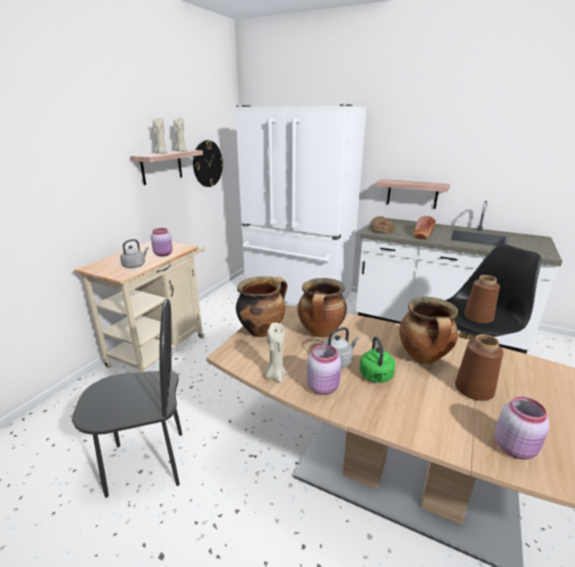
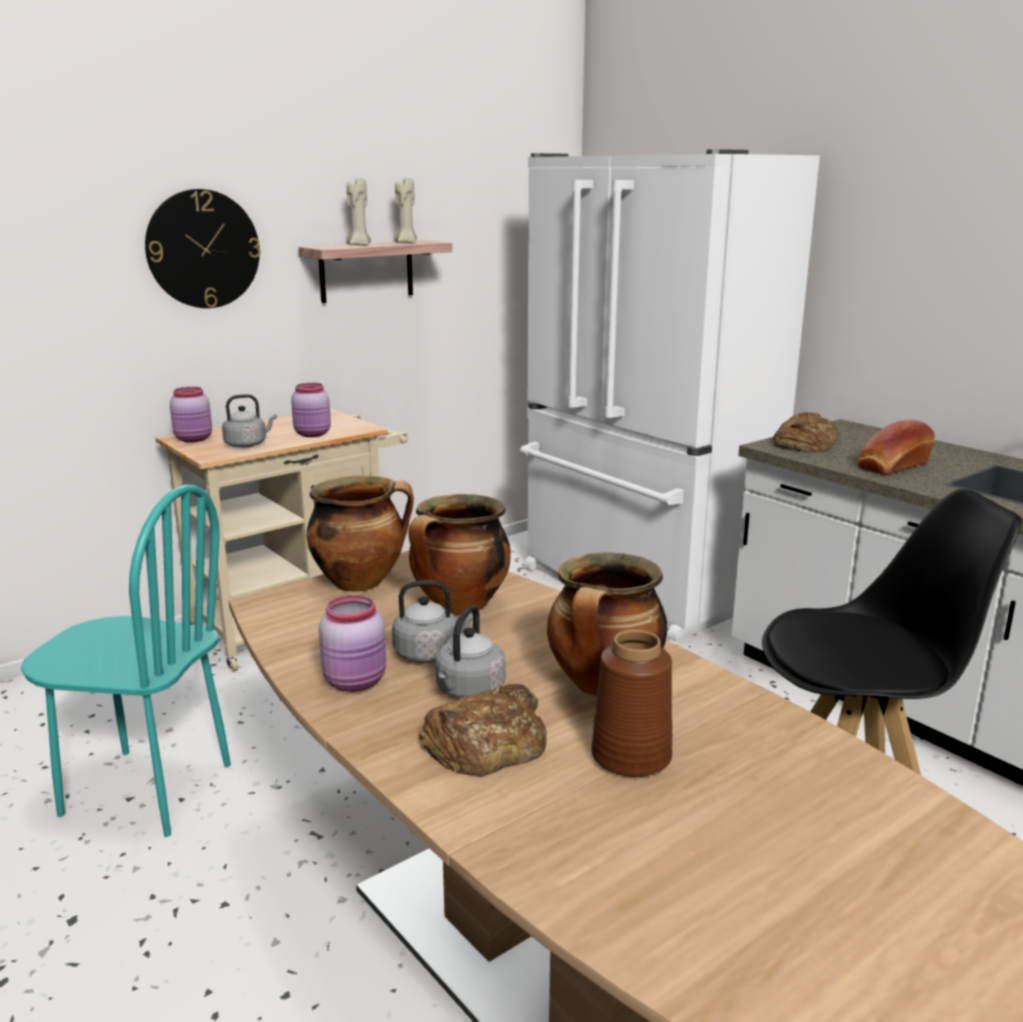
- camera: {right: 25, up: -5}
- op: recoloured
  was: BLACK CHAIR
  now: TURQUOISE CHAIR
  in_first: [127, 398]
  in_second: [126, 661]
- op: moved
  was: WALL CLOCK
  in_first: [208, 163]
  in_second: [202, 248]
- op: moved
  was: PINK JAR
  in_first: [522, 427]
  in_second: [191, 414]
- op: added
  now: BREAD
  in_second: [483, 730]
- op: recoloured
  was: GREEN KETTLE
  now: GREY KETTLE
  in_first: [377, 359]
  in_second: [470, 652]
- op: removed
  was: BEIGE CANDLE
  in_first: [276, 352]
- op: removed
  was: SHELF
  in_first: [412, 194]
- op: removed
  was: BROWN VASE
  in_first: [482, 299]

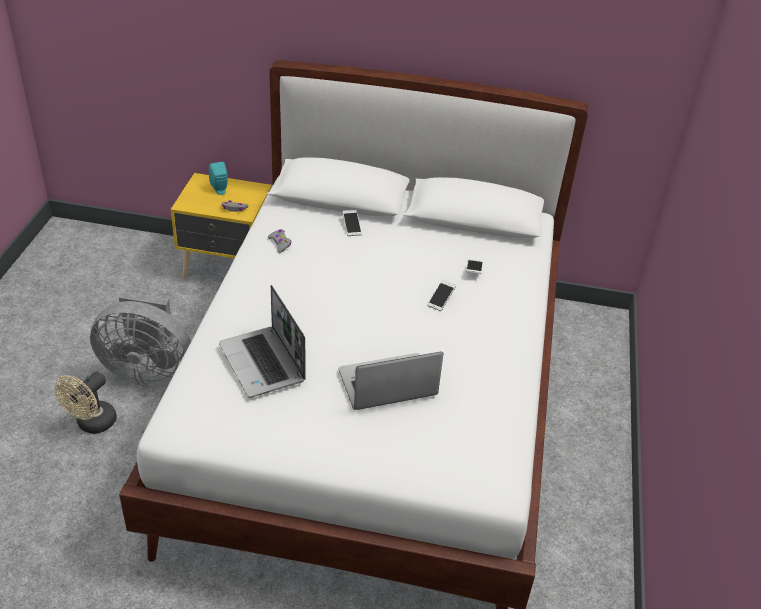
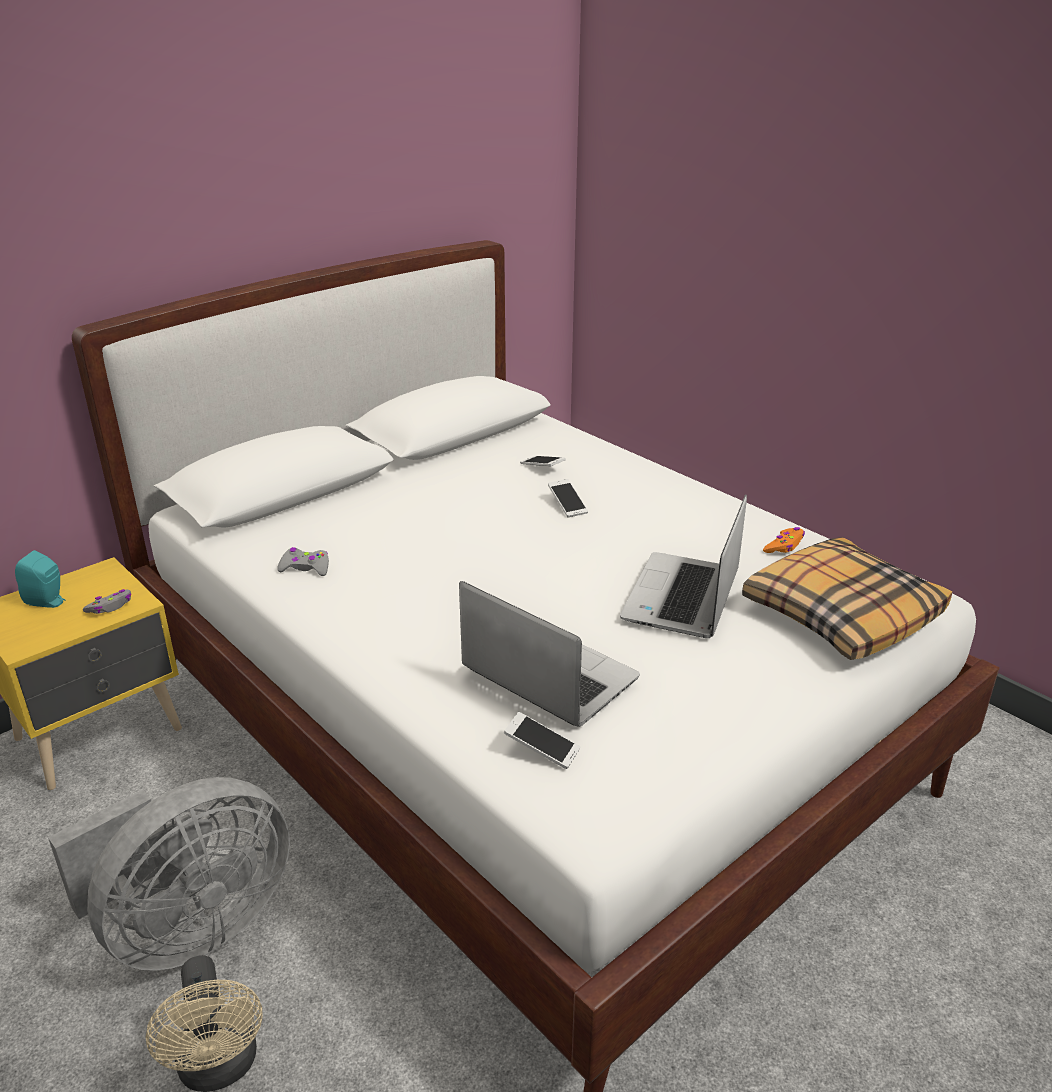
- camera: {right: -50, up: -10}
- op: turned
  was: LAPTOP
  in_first: [262, 341]
  in_second: [549, 654]
  clockwise: -150
- op: moved
  was: PHONE
  in_first: [352, 223]
  in_second: [542, 740]
- op: added
  now: PILLOW
  in_second: [847, 598]
- op: added
  now: ORANGE GAME CONTROLLER
  in_second: [784, 540]

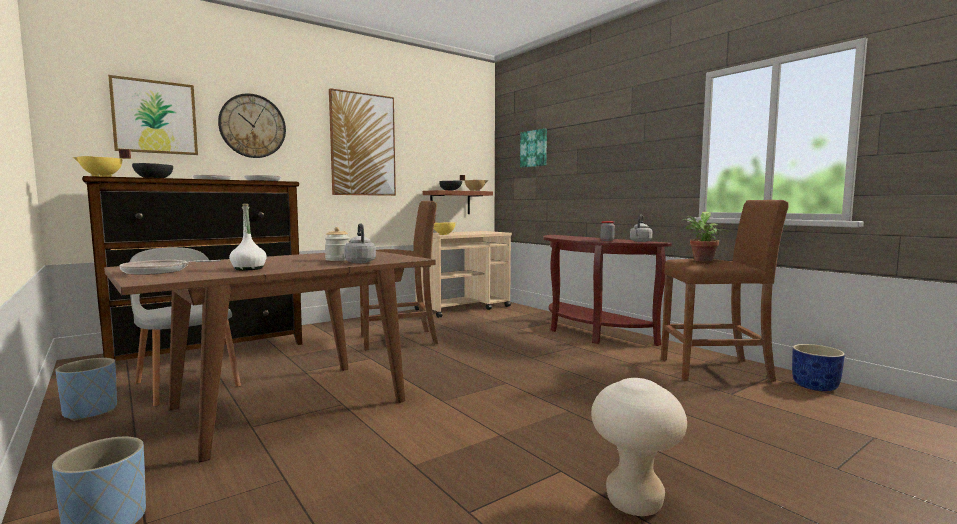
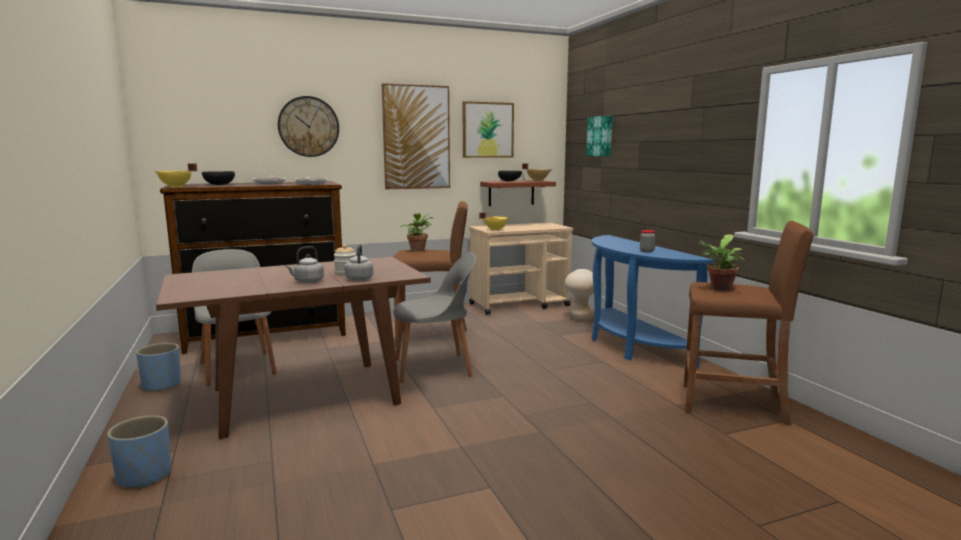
- camera: {right: 15, up: 5}
- op: moved
  was: GREY KETTLE
  in_first: [641, 228]
  in_second: [304, 264]
- op: added
  now: GREY CHAIR
  in_second: [434, 318]
- op: added
  now: POTTED PLANT
  in_second: [416, 232]
- op: moved
  was: PICTURE
  in_first: [153, 115]
  in_second: [488, 129]
- op: moved
  was: BEIGE STOOL
  in_first: [639, 447]
  in_second: [579, 294]
- op: recoloured
  was: BROWN CONSOLE TABLE
  now: BLUE CONSOLE TABLE
  in_first: [607, 290]
  in_second: [652, 302]
- op: removed
  was: FRYING PAN
  in_first: [170, 267]
- op: removed
  was: WHITE BOTTLE
  in_first: [248, 237]
- op: removed
  was: BLUE PLANTER
  in_first: [818, 367]

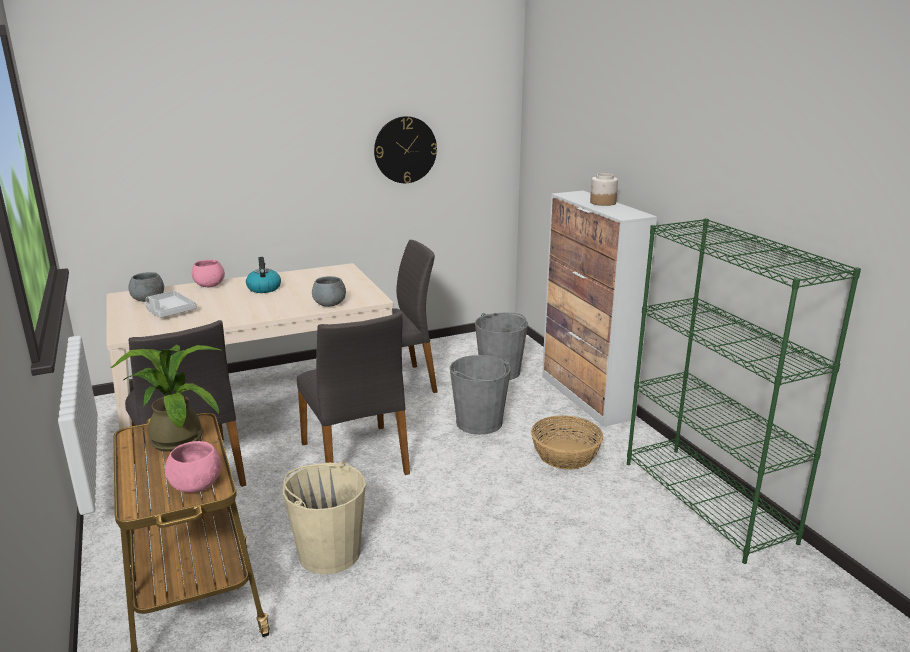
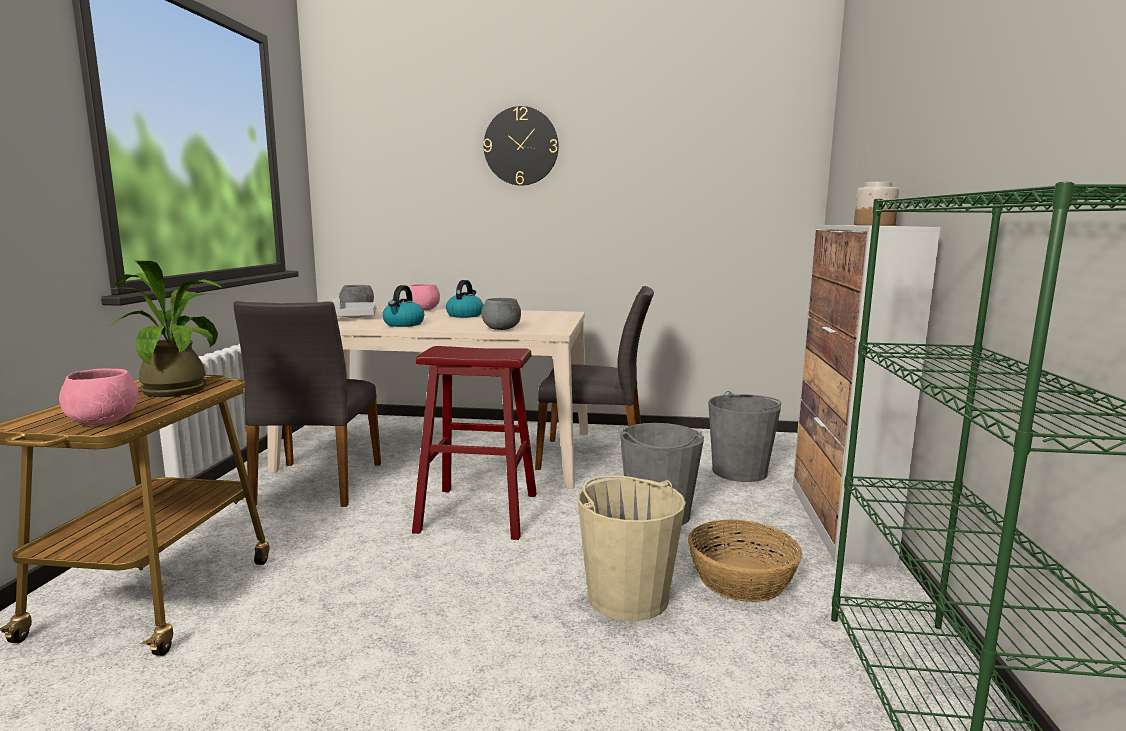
- camera: {right: 30, up: -10}
- op: added
  now: KETTLE
  in_second: [403, 306]
- op: replaced
  was: GREY CHAIR
  now: RED STOOL
  in_first: [353, 393]
  in_second: [474, 443]
- op: moved
  was: WALL CLOCK
  in_first: [405, 149]
  in_second: [521, 146]
- op: moved
  was: BEIGE BUCKET
  in_first: [324, 517]
  in_second: [632, 548]

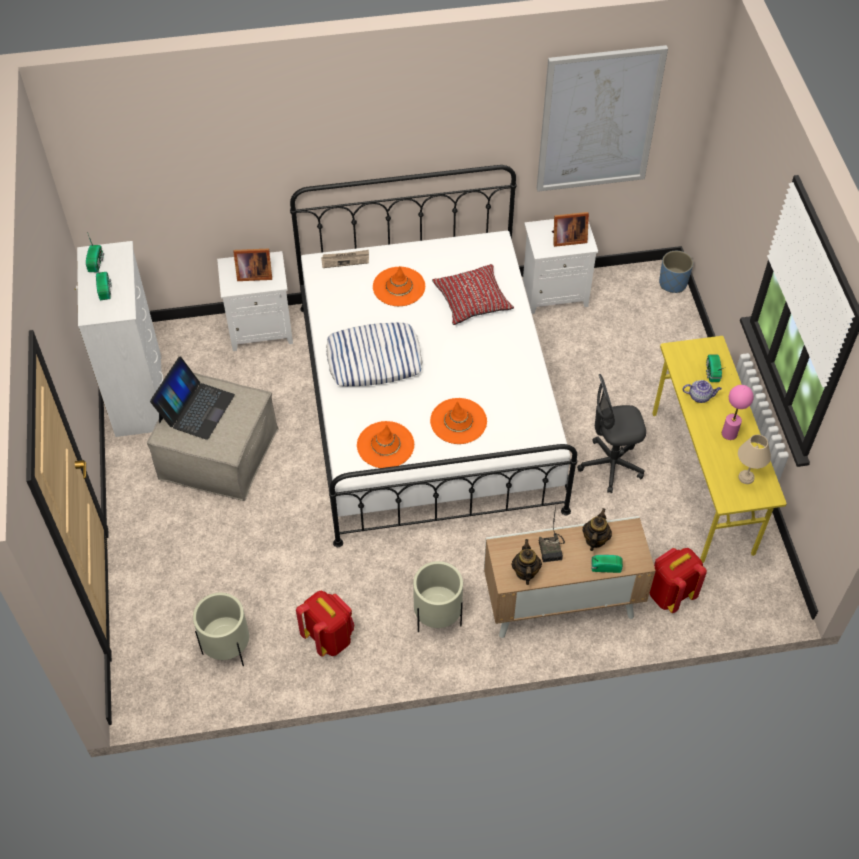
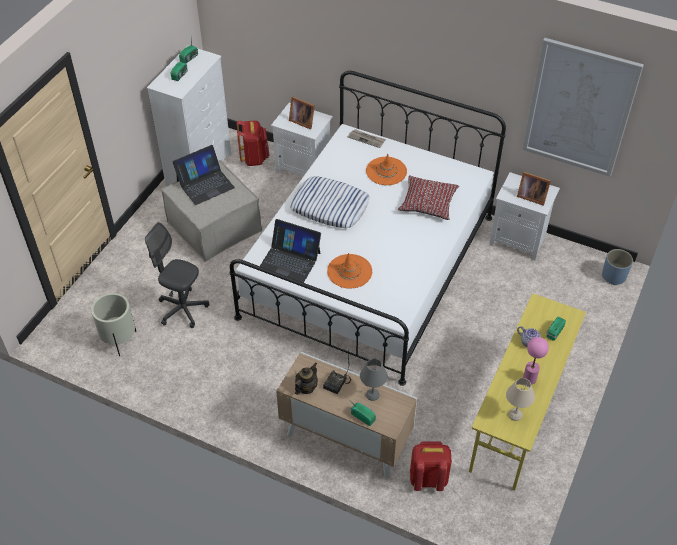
- camera: {right: 35, up: -5}
- op: moved
  was: GREY OFFICE CHAIR
  in_first: [611, 433]
  in_second: [177, 275]
- op: moved
  was: RED BACKPACK
  in_first: [325, 624]
  in_second: [253, 143]
- op: replaced
  was: ORANGE HAT
  now: LAPTOP
  in_first: [385, 444]
  in_second: [290, 251]
- op: replaced
  was: TEAPOT
  now: GREY TABLE LAMP
  in_first: [597, 529]
  in_second: [374, 379]
- op: removed
  was: BEIGE PLANTER
  in_first: [438, 596]

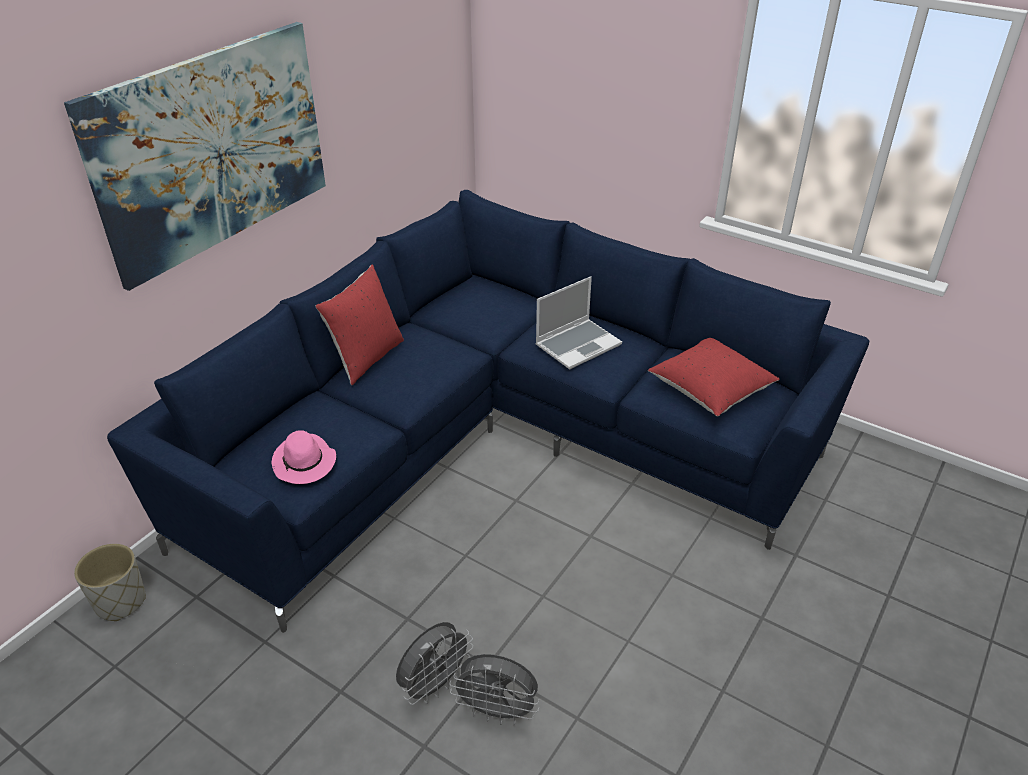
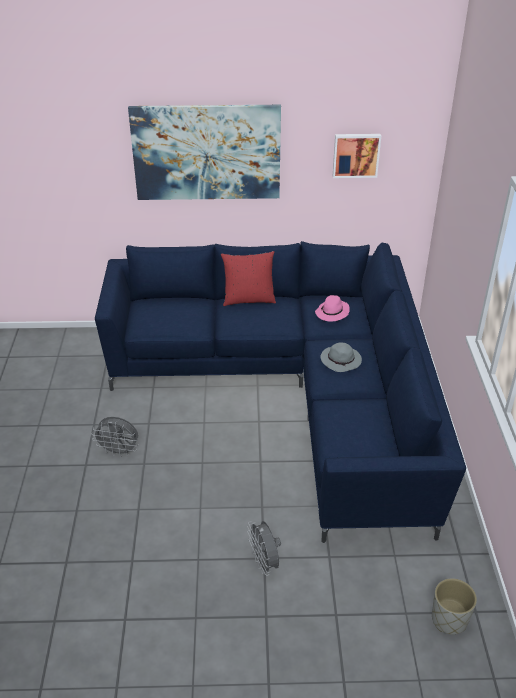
- camera: {right: 55, up: 0}
- op: moved
  was: GREY FAN
  in_first: [494, 689]
  in_second: [264, 548]
- op: moved
  was: PINK HAT
  in_first: [304, 457]
  in_second: [332, 308]
- op: replaced
  was: LAPTOP
  now: GREY HAT
  in_first: [578, 322]
  in_second: [341, 357]
- op: added
  now: PICTURE
  in_second: [357, 156]
- op: moved
  was: GREY PLANTER
  in_first: [110, 582]
  in_second: [454, 606]
- op: removed
  was: RED PILLOW
  in_first: [713, 377]

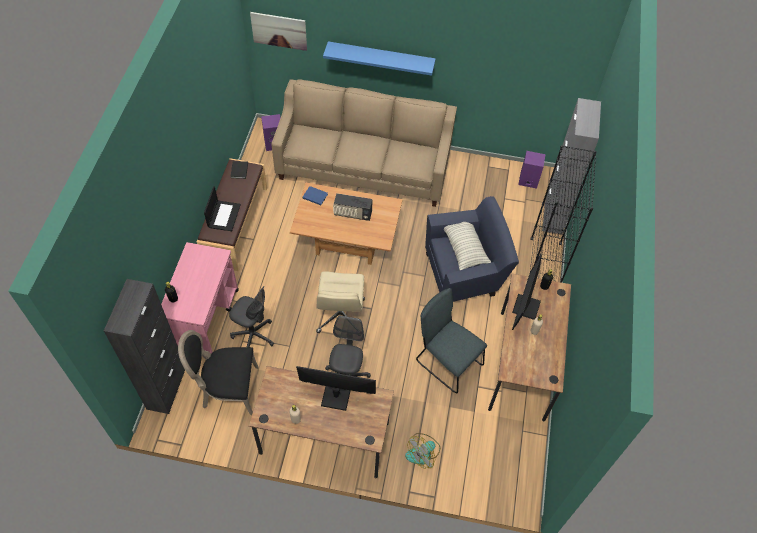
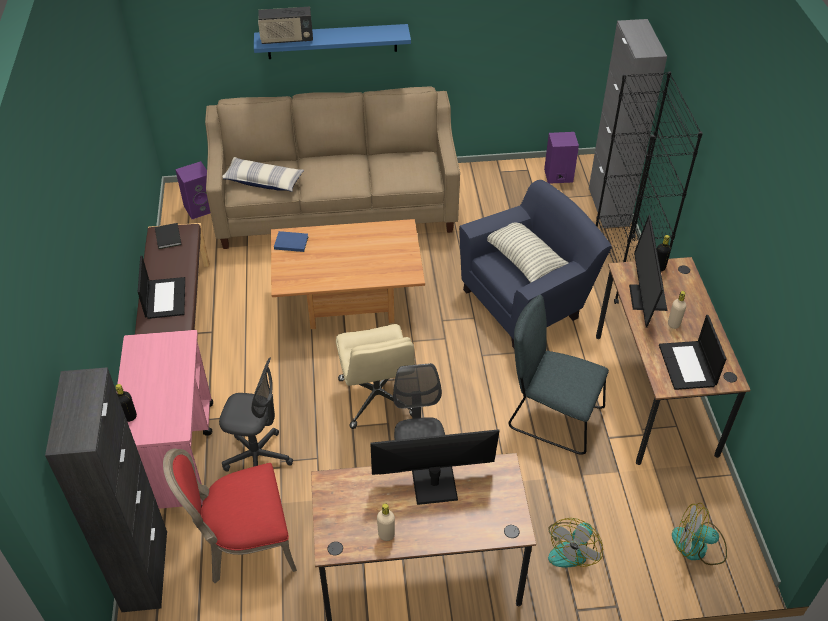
- camera: {right: -15, up: -10}
- op: recoloured
  was: BLACK CHAIR
  now: RED CHAIR
  in_first: [218, 372]
  in_second: [230, 516]
- op: added
  now: PILLOW
  in_second: [263, 174]
- op: moved
  was: RADIO
  in_first: [353, 207]
  in_second: [285, 25]
- op: added
  now: LAPTOP
  in_second: [693, 352]
- op: added
  now: FAN
  in_second: [699, 534]
- op: removed
  was: PICTURE
  in_first: [278, 31]

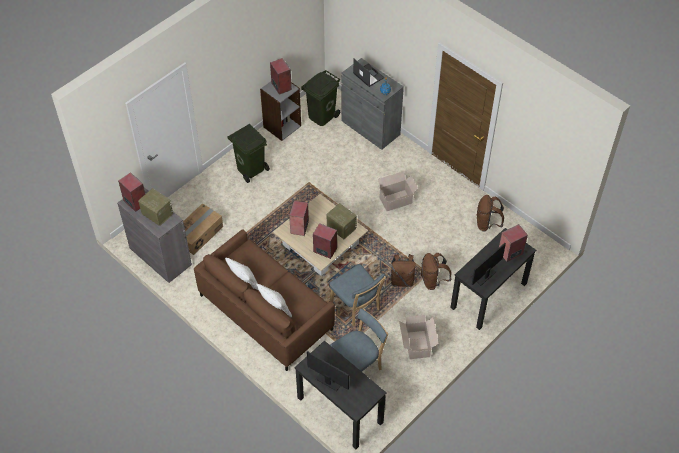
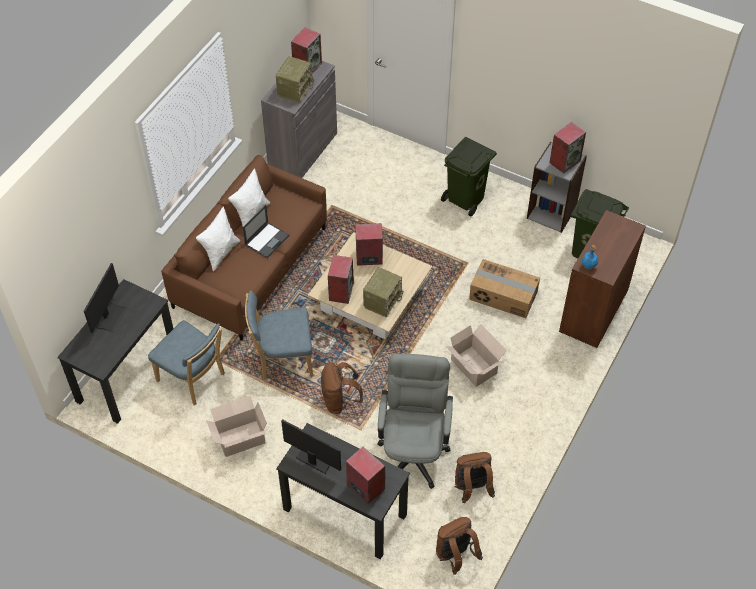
- camera: {right: 75, up: 0}
- op: moved
  was: LAPTOP
  in_first: [368, 73]
  in_second: [266, 231]
- op: turned
  was: BLUE CHAIR
  in_first: [357, 295]
  in_second: [279, 335]
  clockwise: 45
- op: added
  now: GREY OFFICE CHAIR
  in_second: [415, 421]
- op: moved
  was: BROWN BACKPACK
  in_first: [436, 271]
  in_second: [459, 546]
- op: moved
  was: CARDBOARD BOX
  in_first: [203, 229]
  in_second: [504, 288]
- op: recoloured
  was: GREY CABINET
  now: BROWN CABINET
  in_first: [373, 104]
  in_second: [602, 279]

